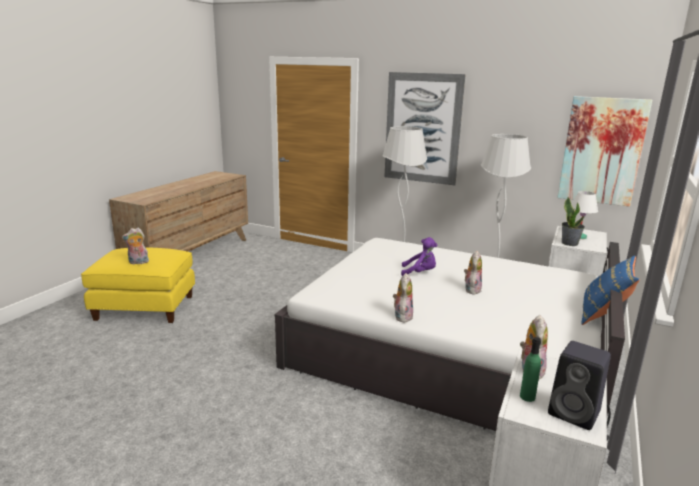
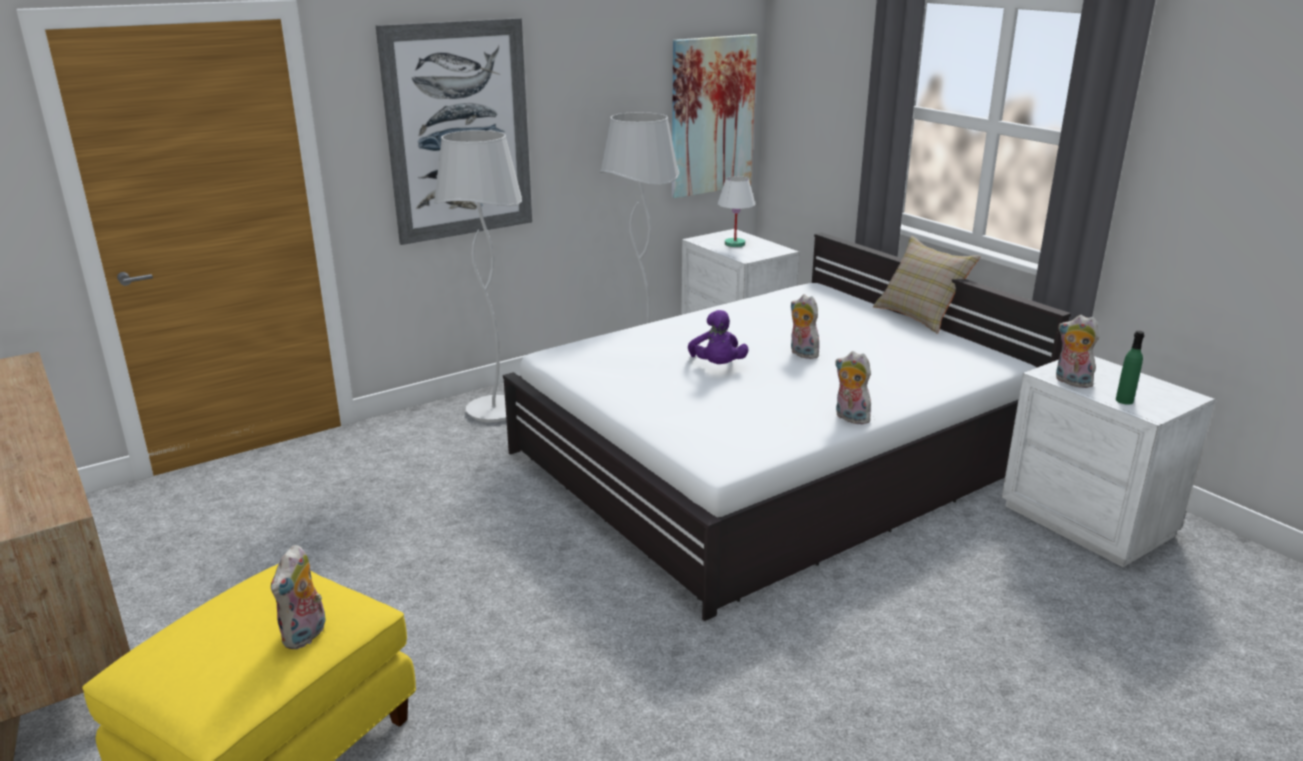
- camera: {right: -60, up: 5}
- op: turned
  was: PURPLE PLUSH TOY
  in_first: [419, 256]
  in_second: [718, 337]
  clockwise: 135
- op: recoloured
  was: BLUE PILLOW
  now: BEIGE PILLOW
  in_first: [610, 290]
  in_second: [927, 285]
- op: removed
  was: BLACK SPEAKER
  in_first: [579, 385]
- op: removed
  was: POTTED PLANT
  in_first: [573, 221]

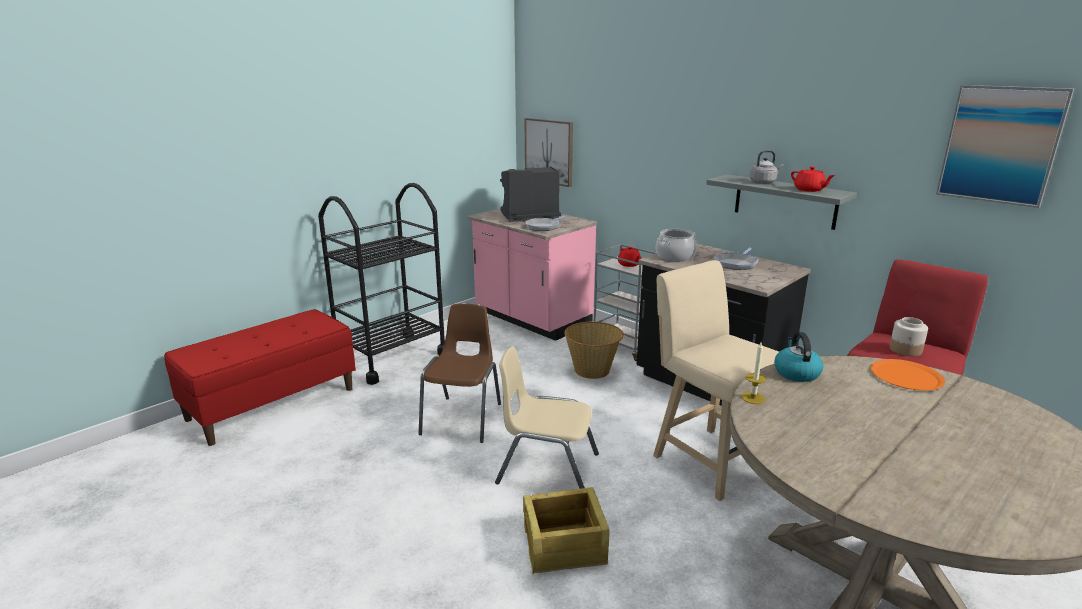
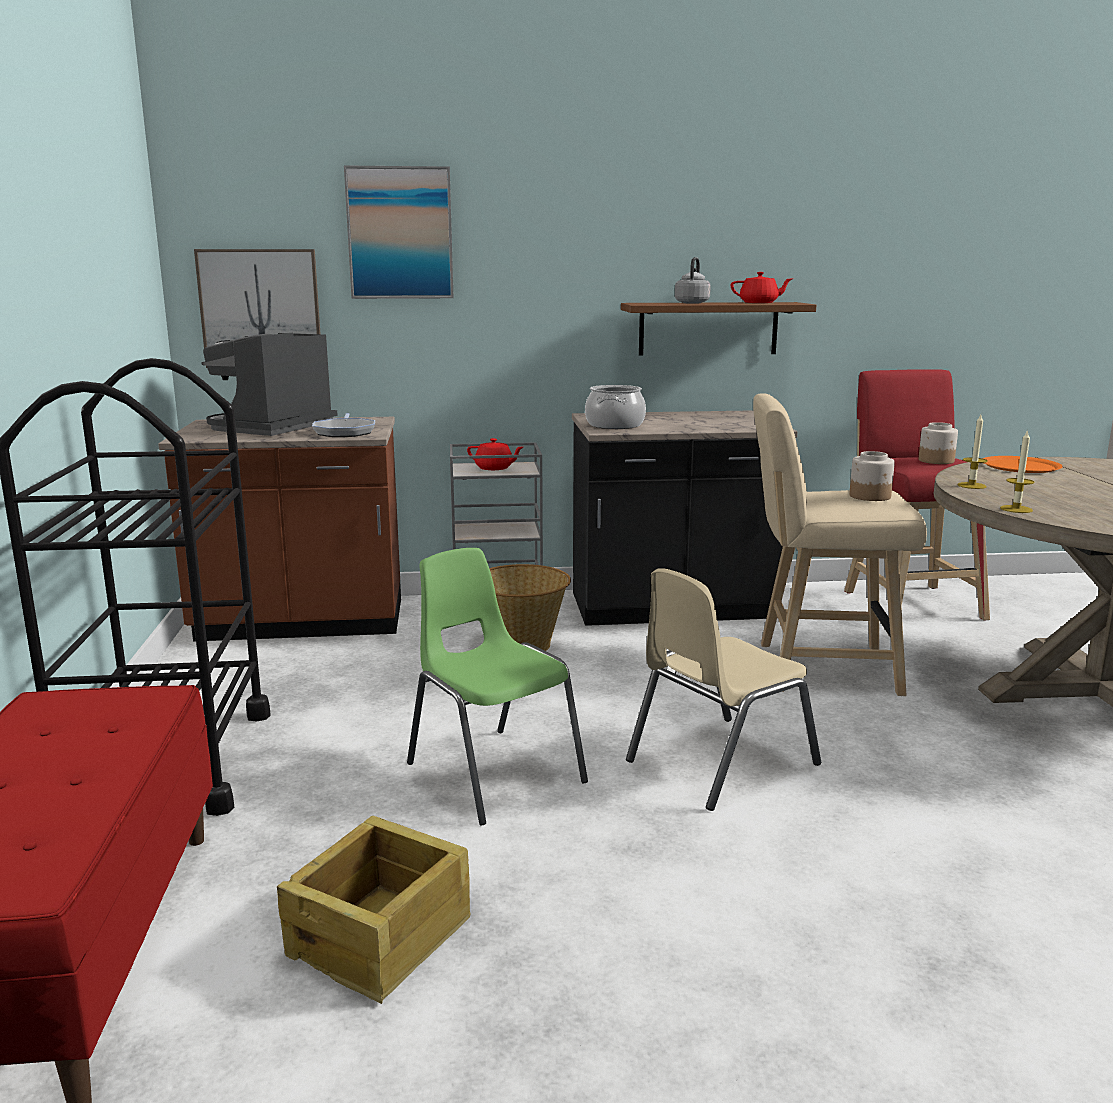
- camera: {right: -50, up: -5}
- op: recoloured
  was: PINK COUNTER
  now: BROWN COUNTER
  in_first: [532, 274]
  in_second: [279, 529]
- op: moved
  was: CRATE
  in_first: [566, 530]
  in_second: [374, 910]
- op: moved
  was: PICTURE
  in_first: [1005, 146]
  in_second: [399, 232]
- op: recoloured
  was: BROWN CHAIR
  now: GREEN CHAIR
  in_first: [460, 373]
  in_second: [497, 686]
- op: recoloured
  was: GREY SHELF
  now: BROWN SHELF
  in_first: [782, 202]
  in_second: [718, 329]
- op: added
  now: JAR
  in_second: [872, 476]
- op: replaced
  was: KETTLE
  now: CANDLE
  in_first: [798, 357]
  in_second: [972, 452]
- op: removed
  was: FRYING PAN
  in_first: [736, 259]

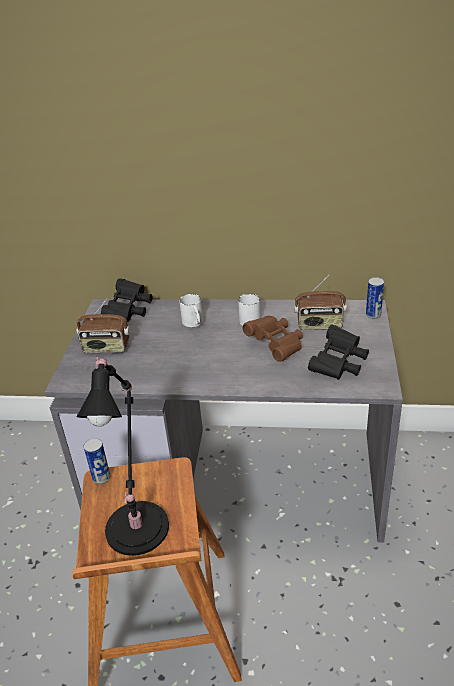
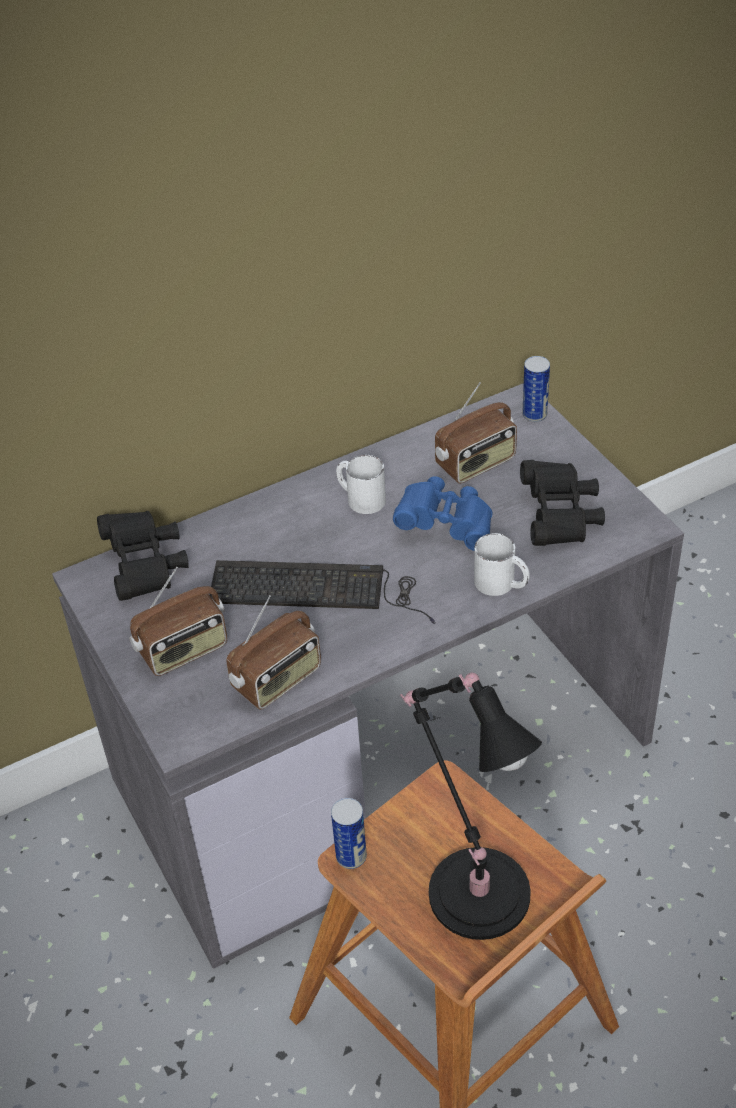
- camera: {right: -35, up: 10}
- op: added
  now: KEYBOARD
  in_second: [322, 592]
- op: added
  now: RADIO
  in_second: [273, 652]
- op: recoloured
  was: BROWN BINOCULARS
  now: BLUE BINOCULARS
  in_first: [272, 339]
  in_second: [443, 513]
- op: moved
  was: WHITE MUG
  in_first: [191, 310]
  in_second: [502, 564]

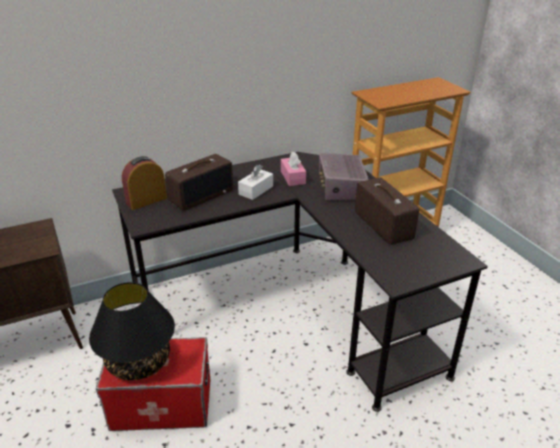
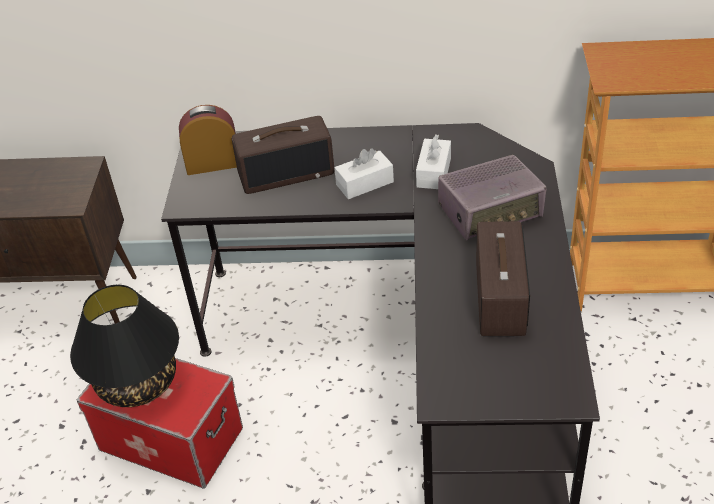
- camera: {right: 30, up: 10}
- op: recoloured
  was: PINK TISSUE BOX
  now: WHITE TISSUE BOX
  in_first: [293, 169]
  in_second: [433, 161]
- op: turned
  was: RADIO
  in_first: [344, 176]
  in_second: [492, 197]
  clockwise: -135

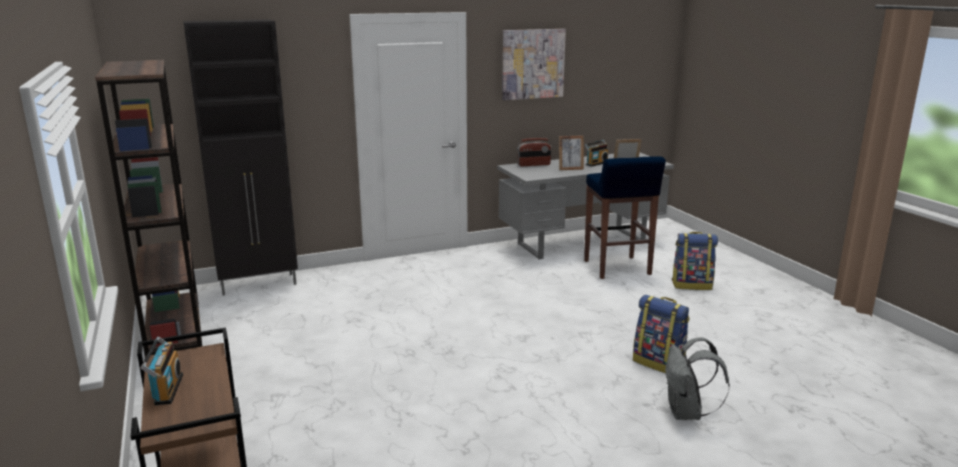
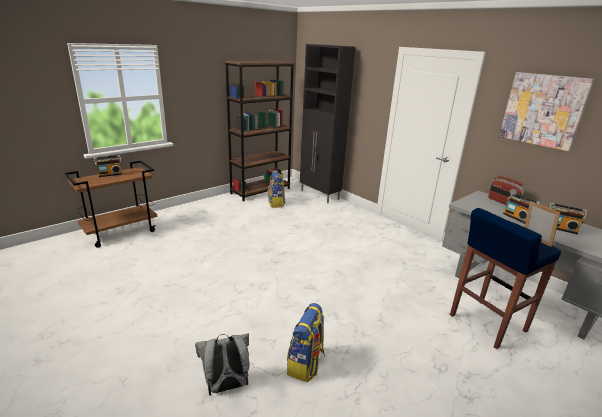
- camera: {right: 70, up: 5}
- op: moved
  was: BACKPACK
  in_first: [695, 261]
  in_second: [276, 189]
- op: replaced
  was: PICTURE FRAME
  now: RADIO
  in_first: [571, 152]
  in_second: [521, 208]

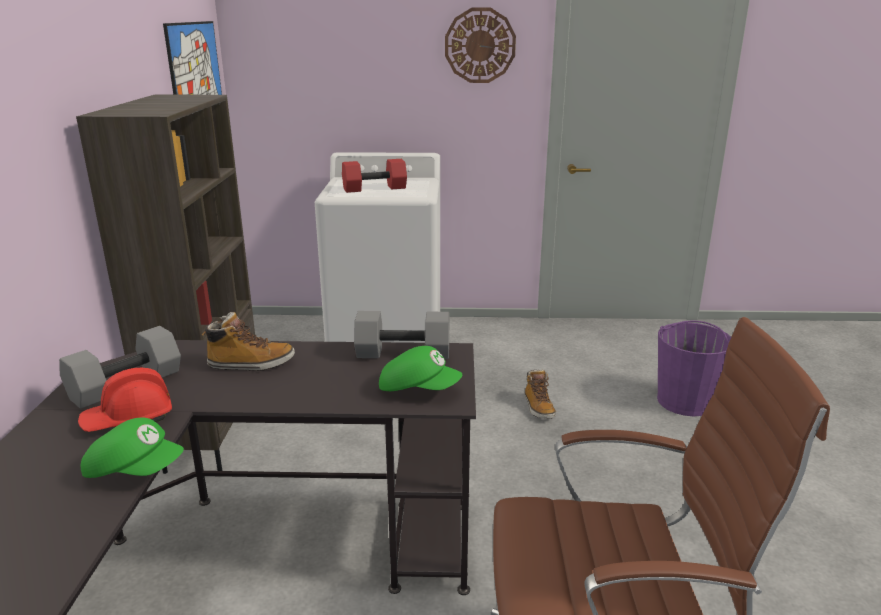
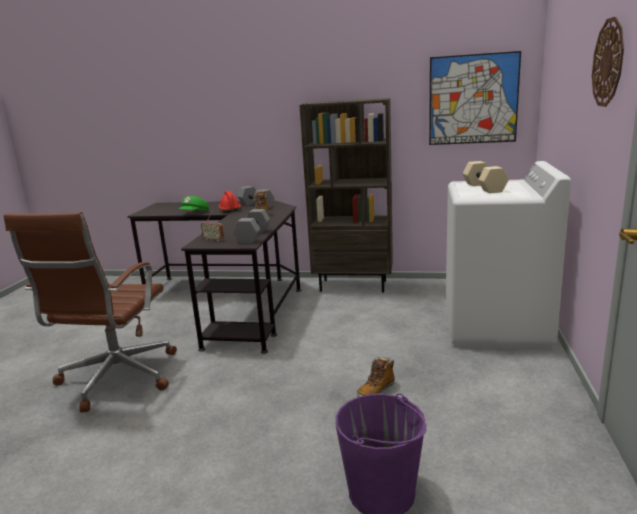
- camera: {right: 100, up: -5}
- op: replaced
  was: GREEN CAP
  now: RADIO
  in_first: [420, 368]
  in_second: [212, 225]
- op: turned
  was: BOOT
  in_first: [540, 394]
  in_second: [376, 377]
  clockwise: -45
- op: recoloured
  was: RED DUMBBELL
  now: BEIGE DUMBBELL
  in_first: [374, 176]
  in_second: [486, 177]

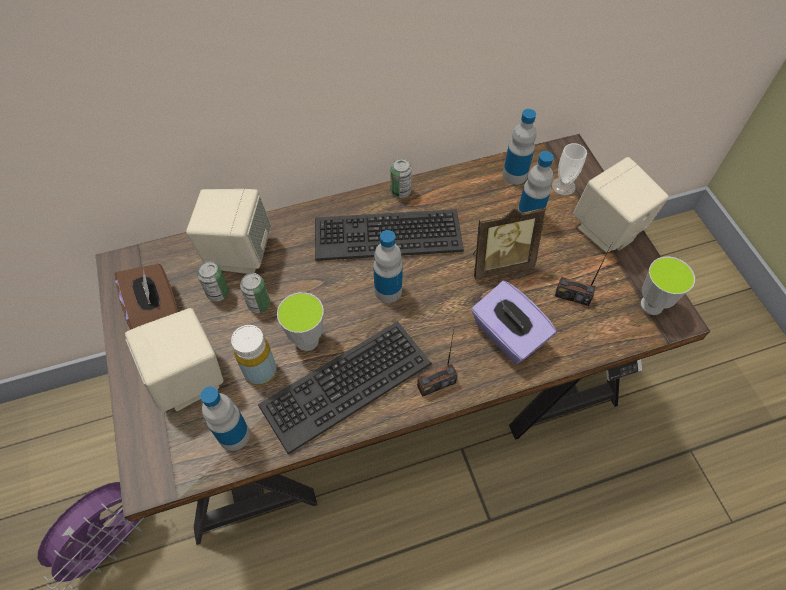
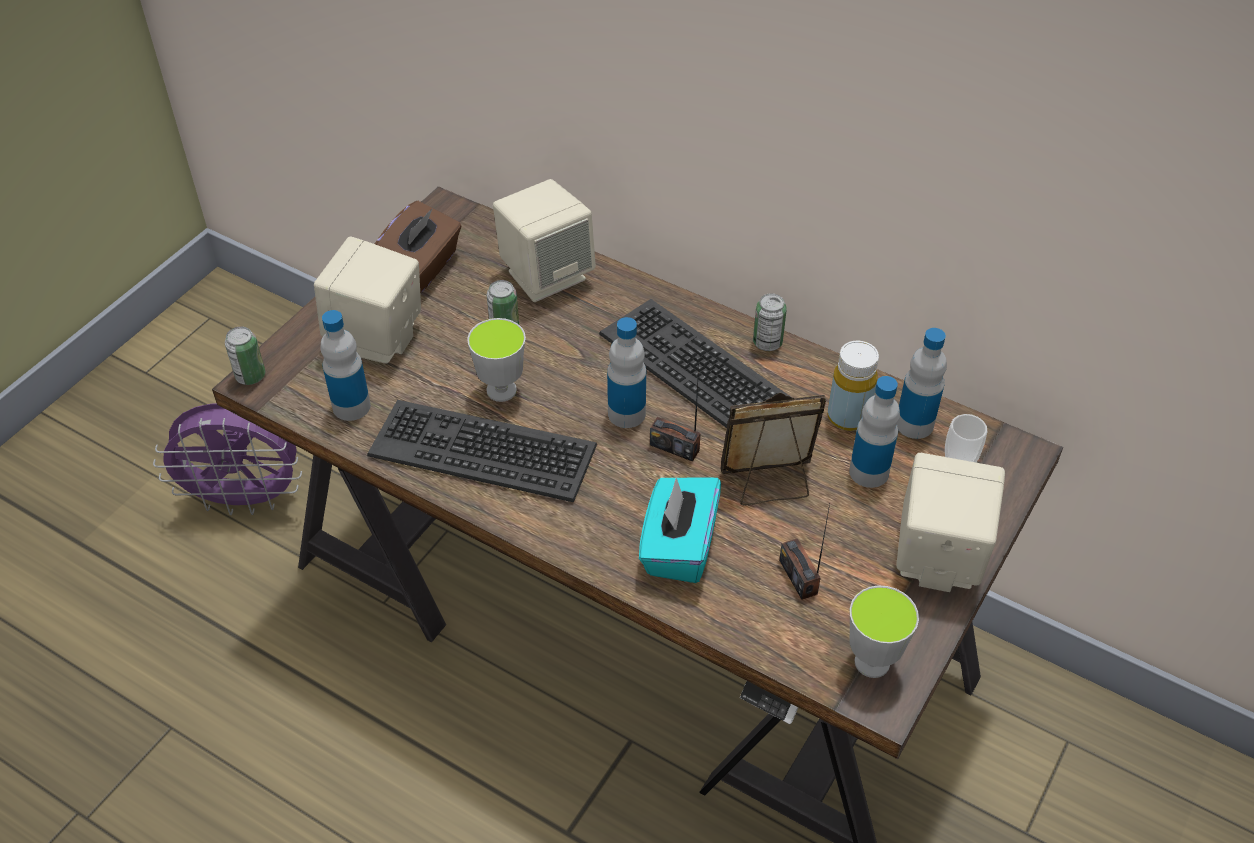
- camera: {right: 50, up: -10}
- op: moved
  was: CAN
  in_first: [213, 281]
  in_second: [245, 356]
- op: recoloured
  was: PURPLE TISSUE BOX
  now: TURQUOISE TISSUE BOX
  in_first: [513, 322]
  in_second: [680, 530]
- op: moved
  was: RADIO
  in_first: [437, 364]
  in_second: [675, 413]
- op: turned
  was: PICTURE FRAME
  in_first: [509, 243]
  in_second: [773, 449]
  clockwise: 135
- op: moved
  was: YELLOW BOTTLE
  in_first: [254, 355]
  in_second: [853, 386]

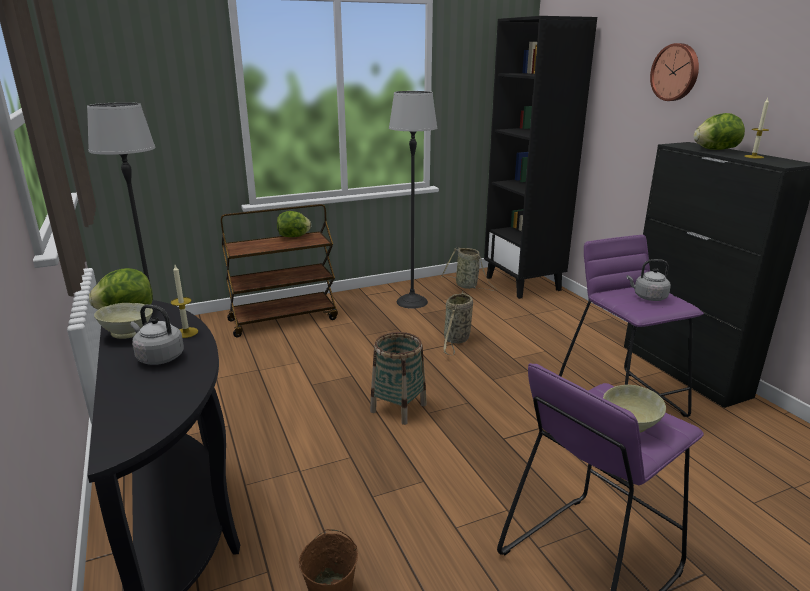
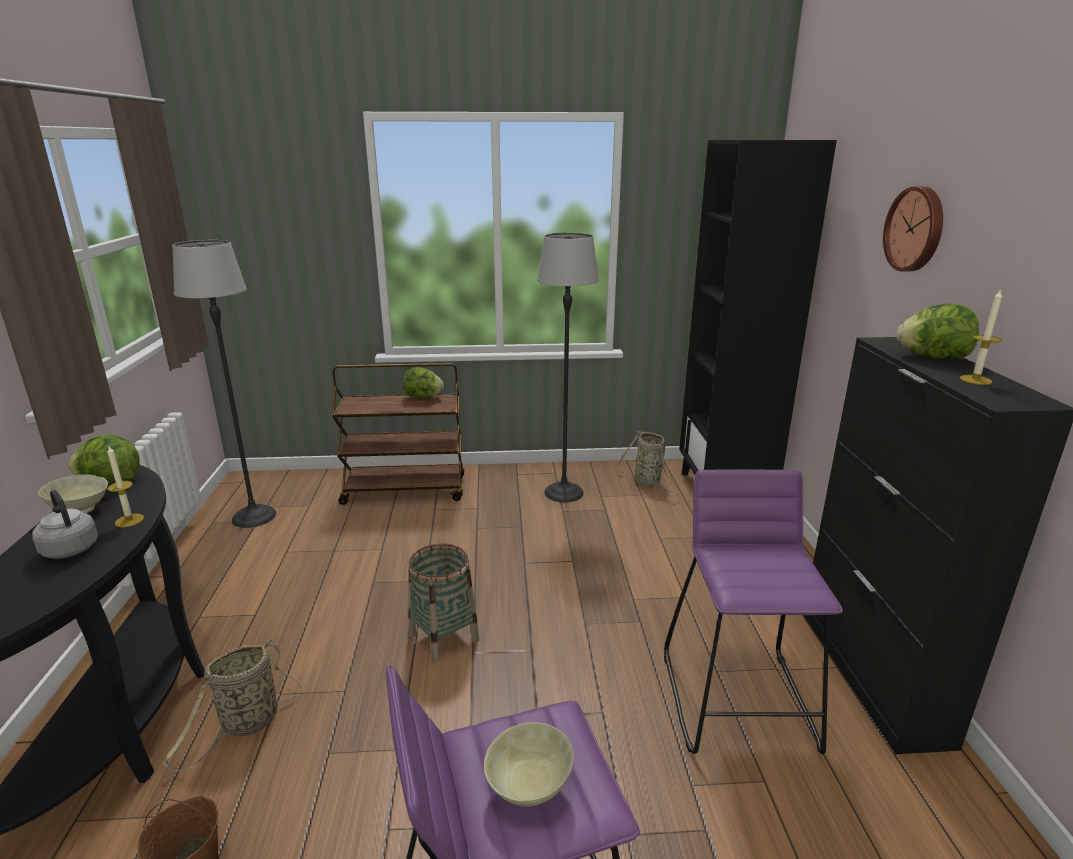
- camera: {right: 20, up: 0}
- op: moved
  was: BASKET
  in_first: [458, 324]
  in_second: [232, 705]
- op: removed
  was: GREY KETTLE
  in_first: [649, 280]

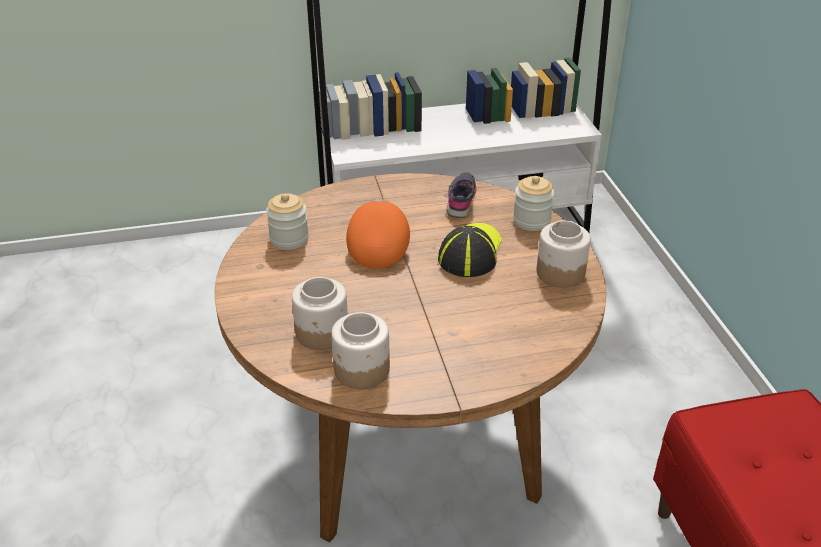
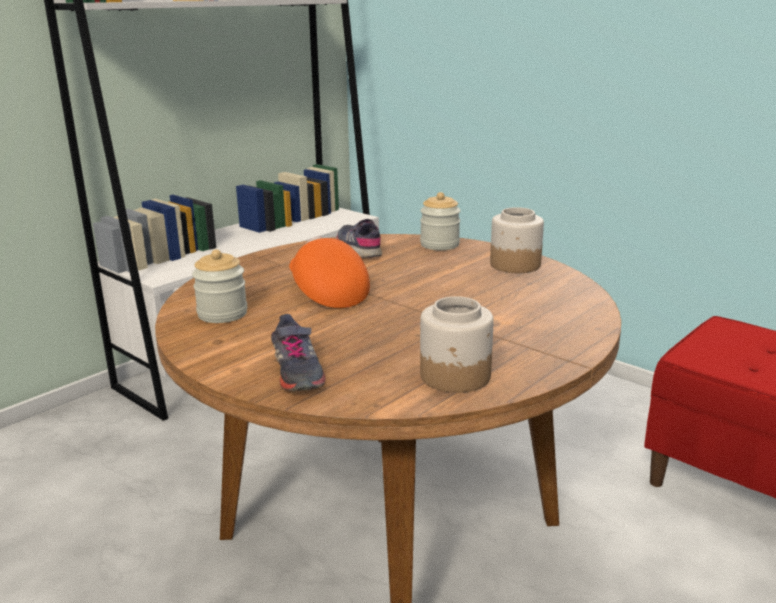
- camera: {right: -35, up: -15}
- op: added
  now: GREY SHOE
  in_second: [298, 352]
- op: removed
  was: JAR
  in_first: [320, 313]
- op: removed
  was: CAP
  in_first: [470, 250]

